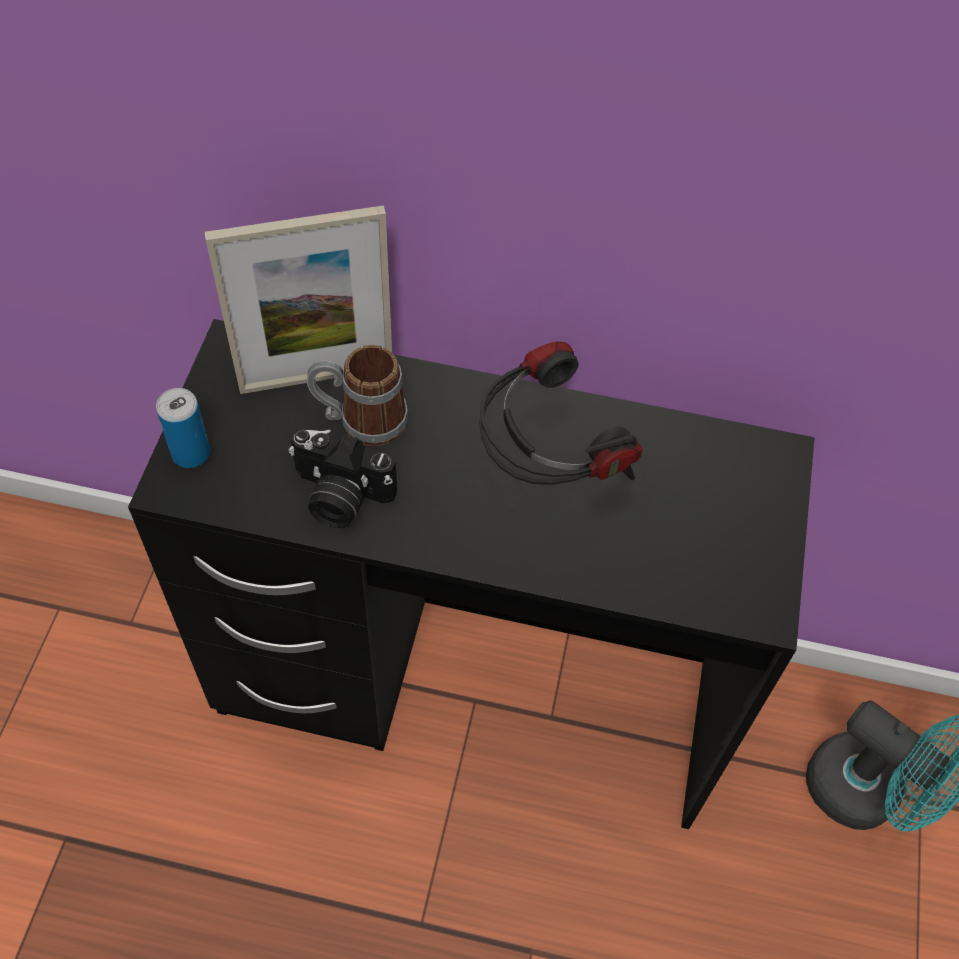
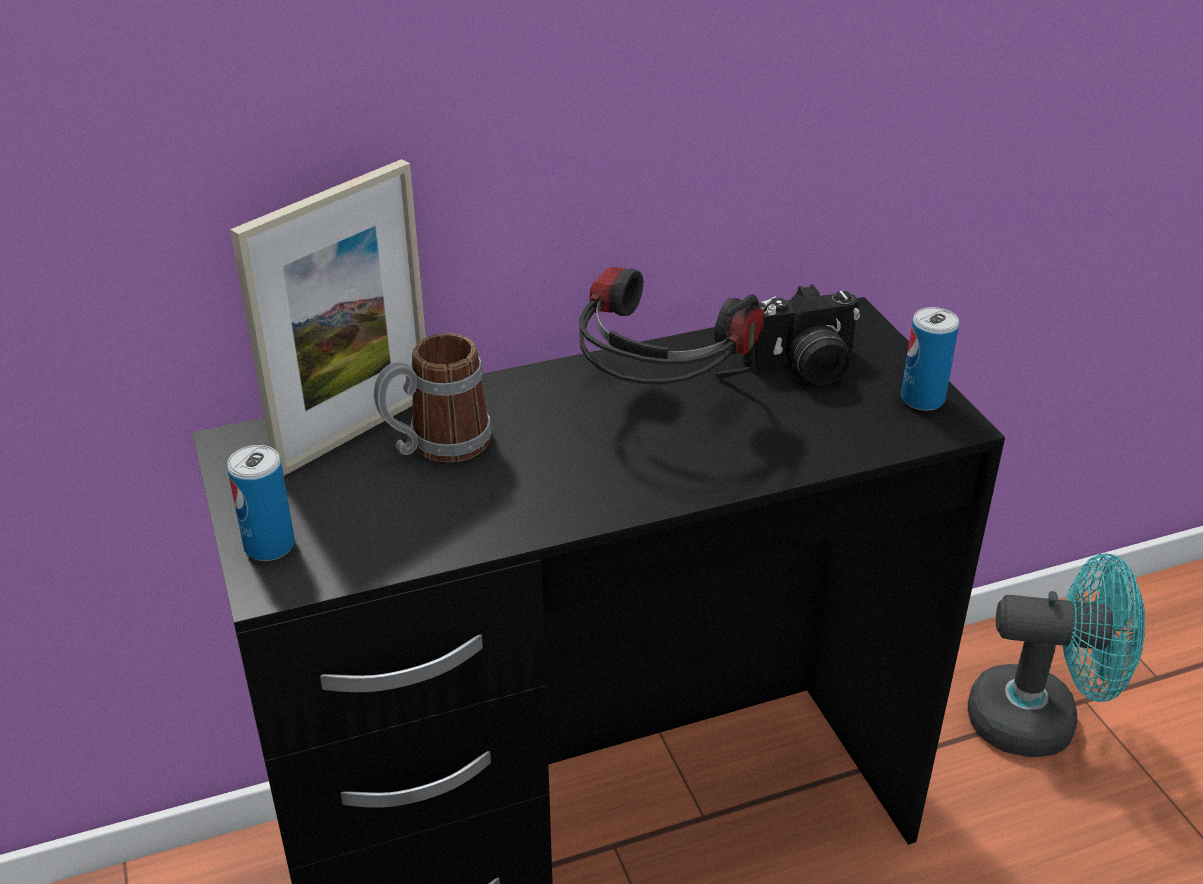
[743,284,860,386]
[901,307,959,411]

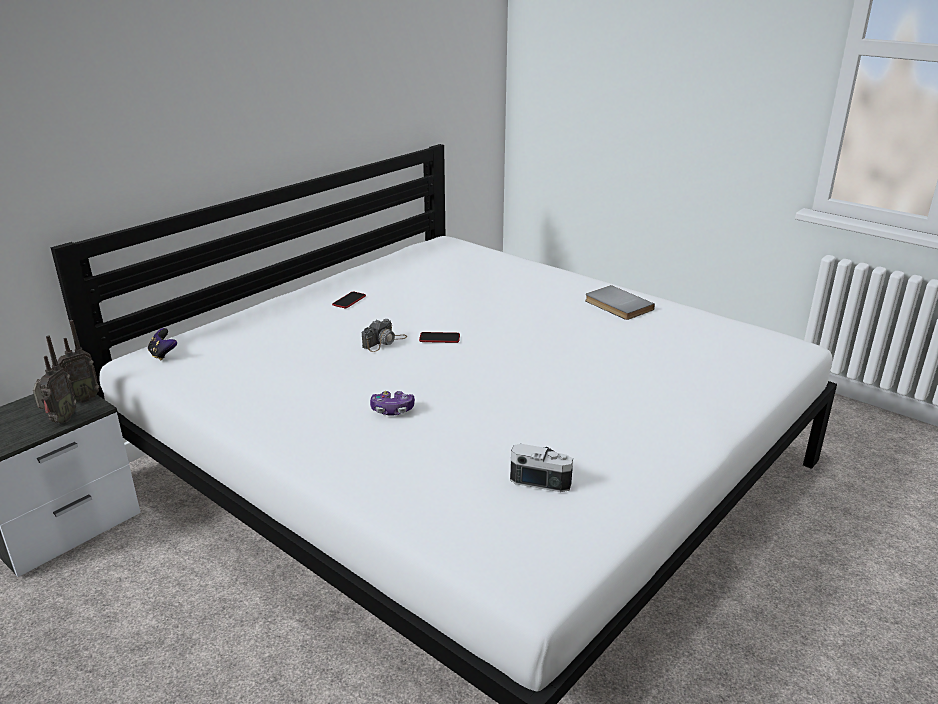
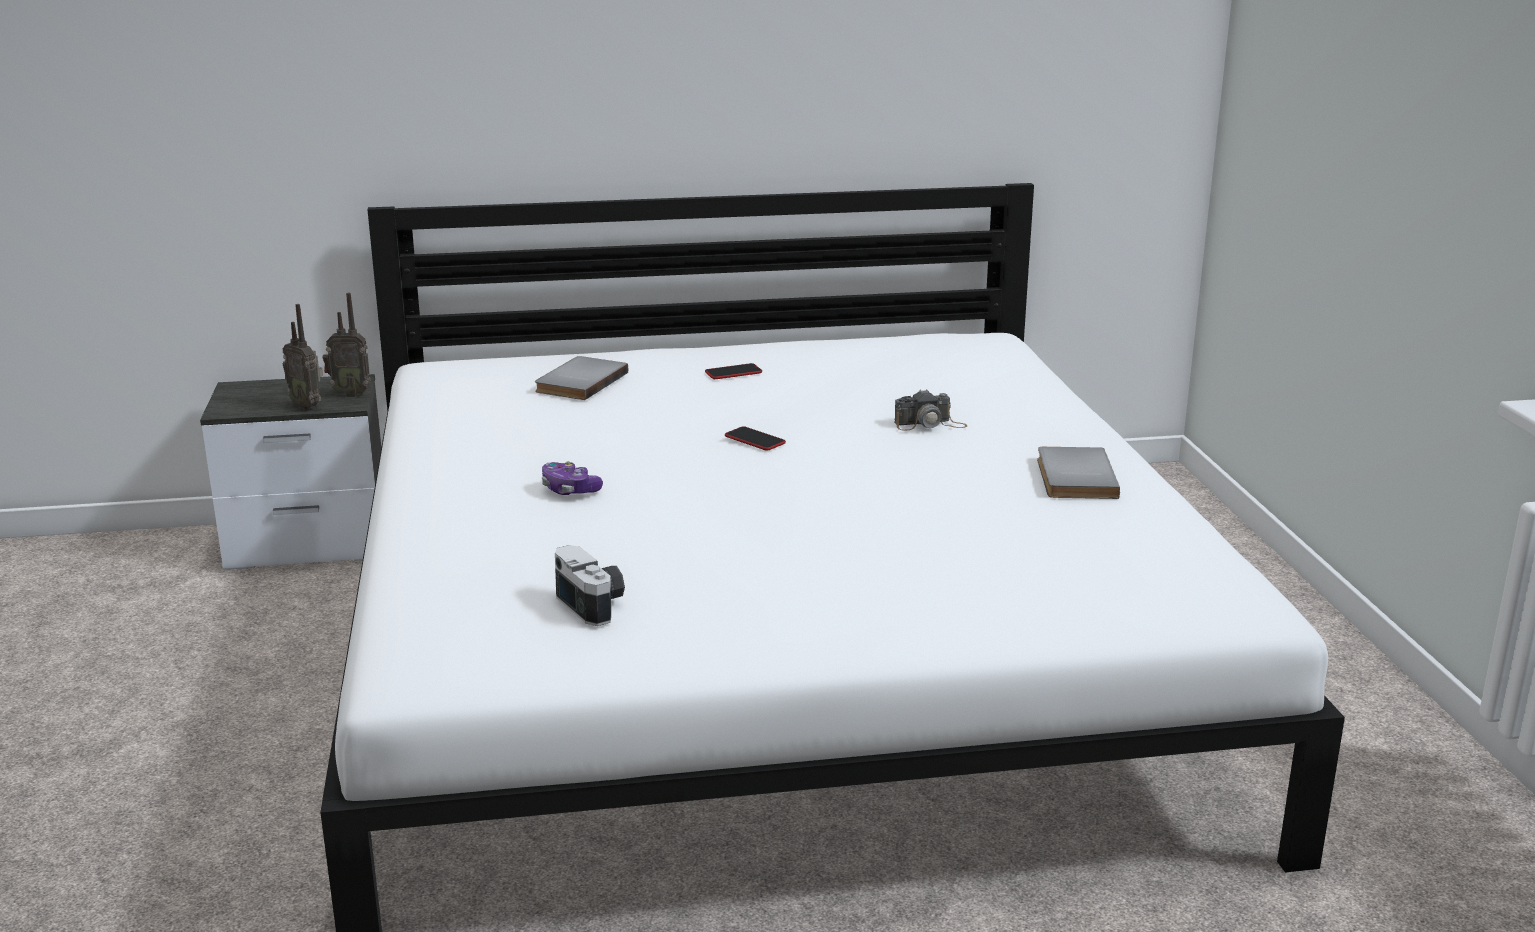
[283,304,323,410]
[535,356,629,400]
[894,389,967,431]
[148,328,177,360] (first image)

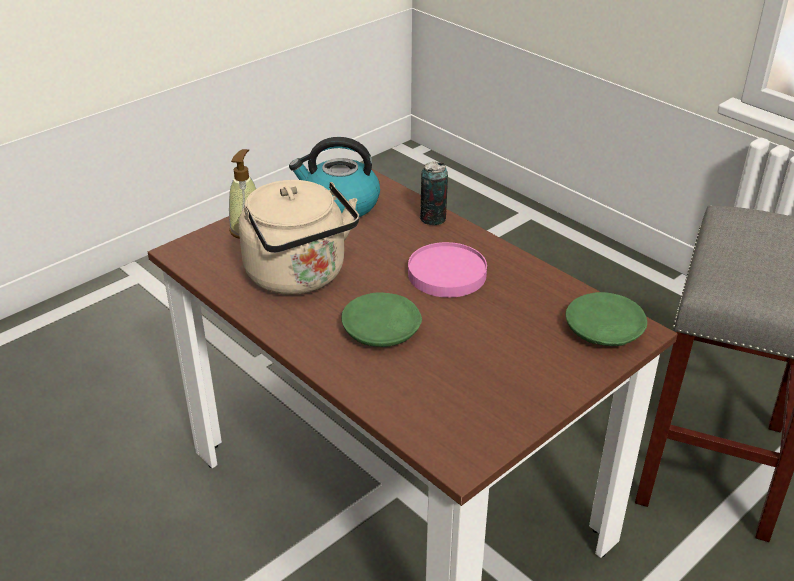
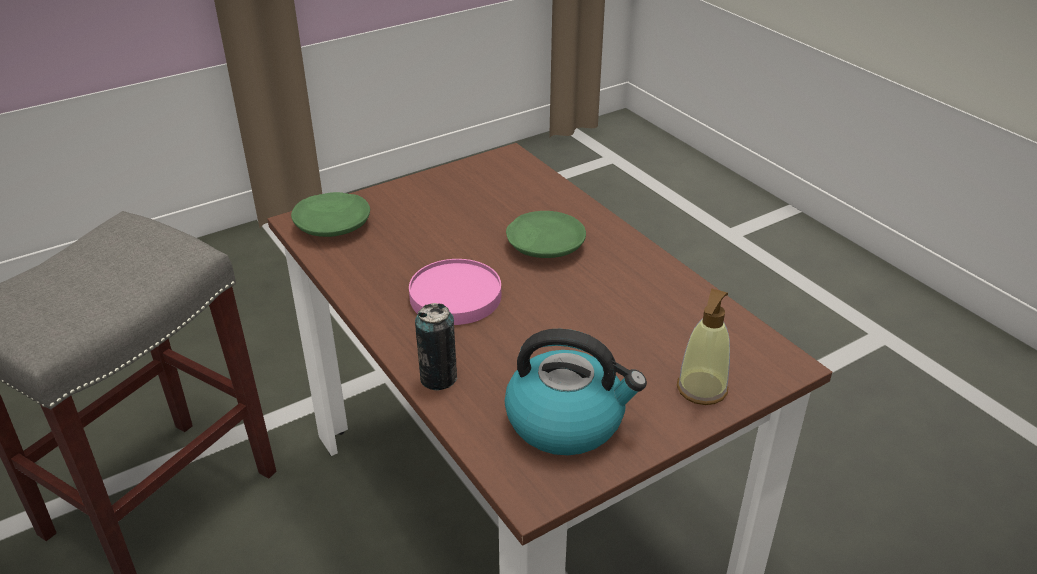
[239,180,359,295] (first image)

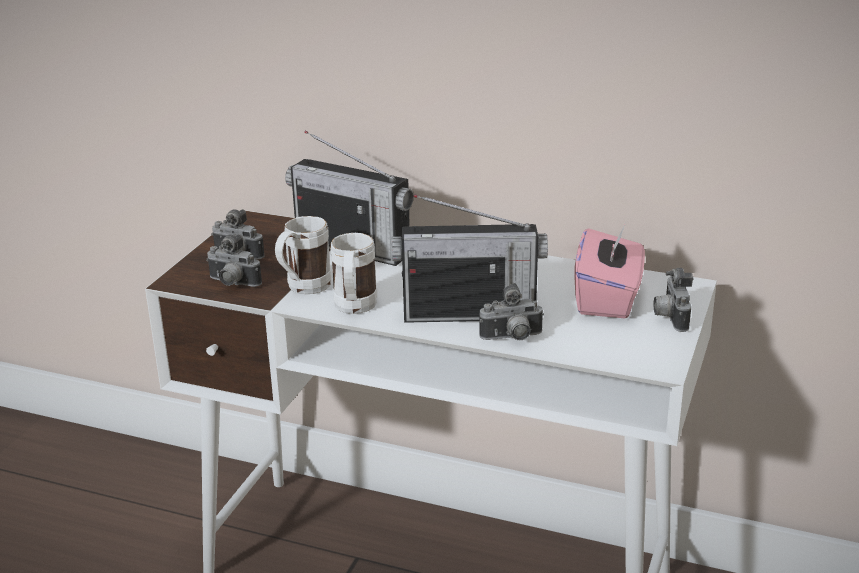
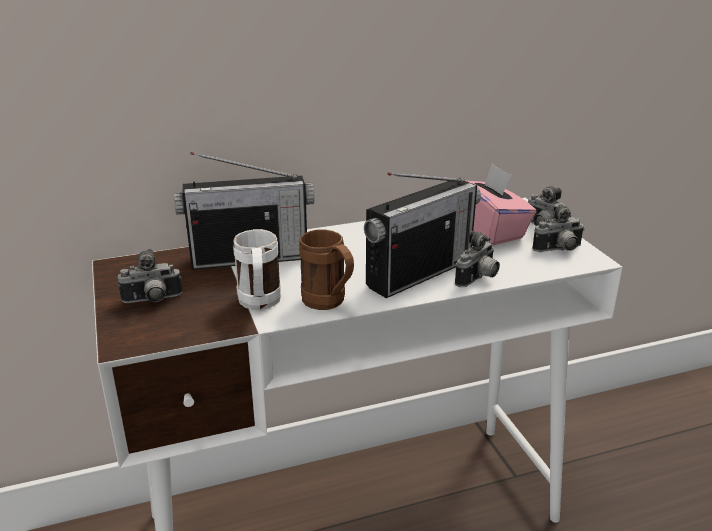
[299,229,354,310]
[532,204,584,252]

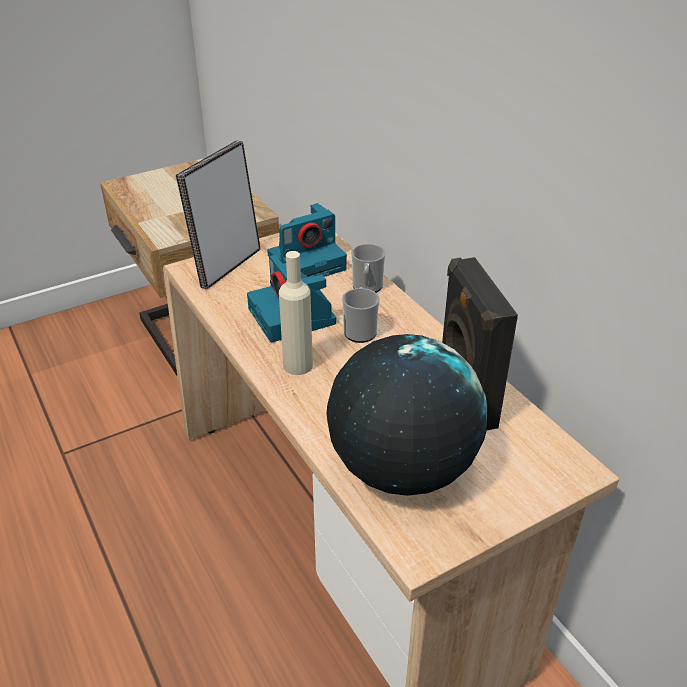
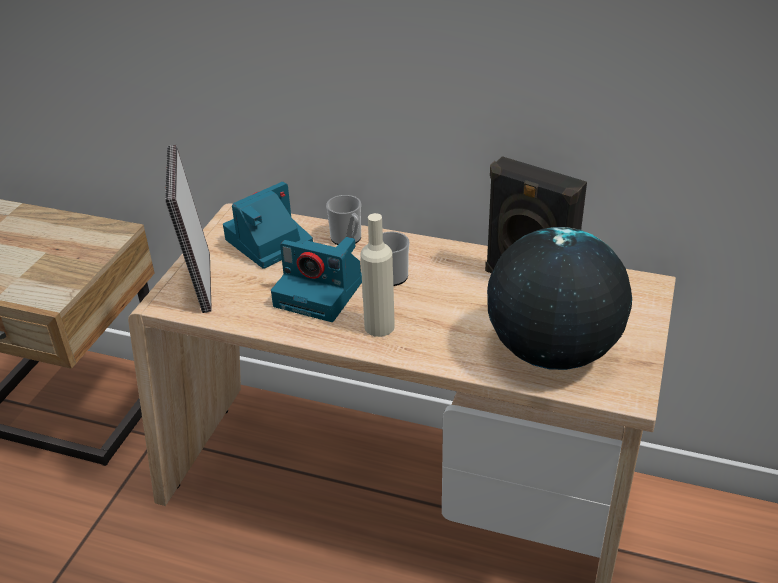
[223,182,313,269]

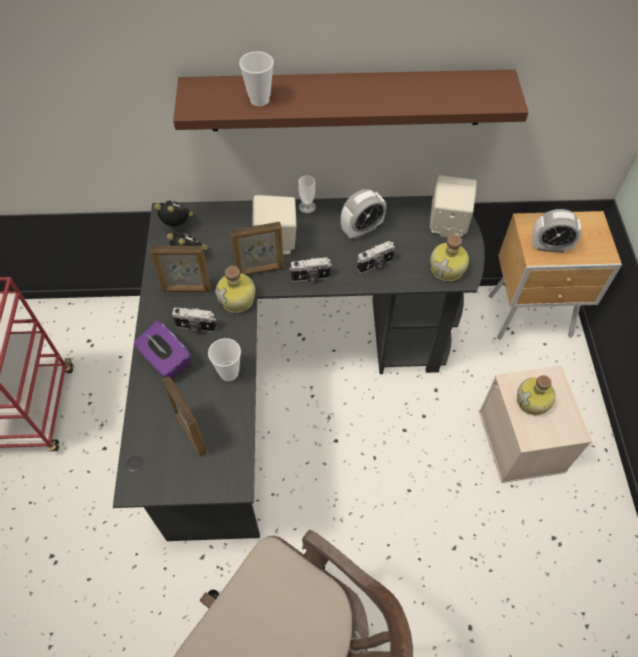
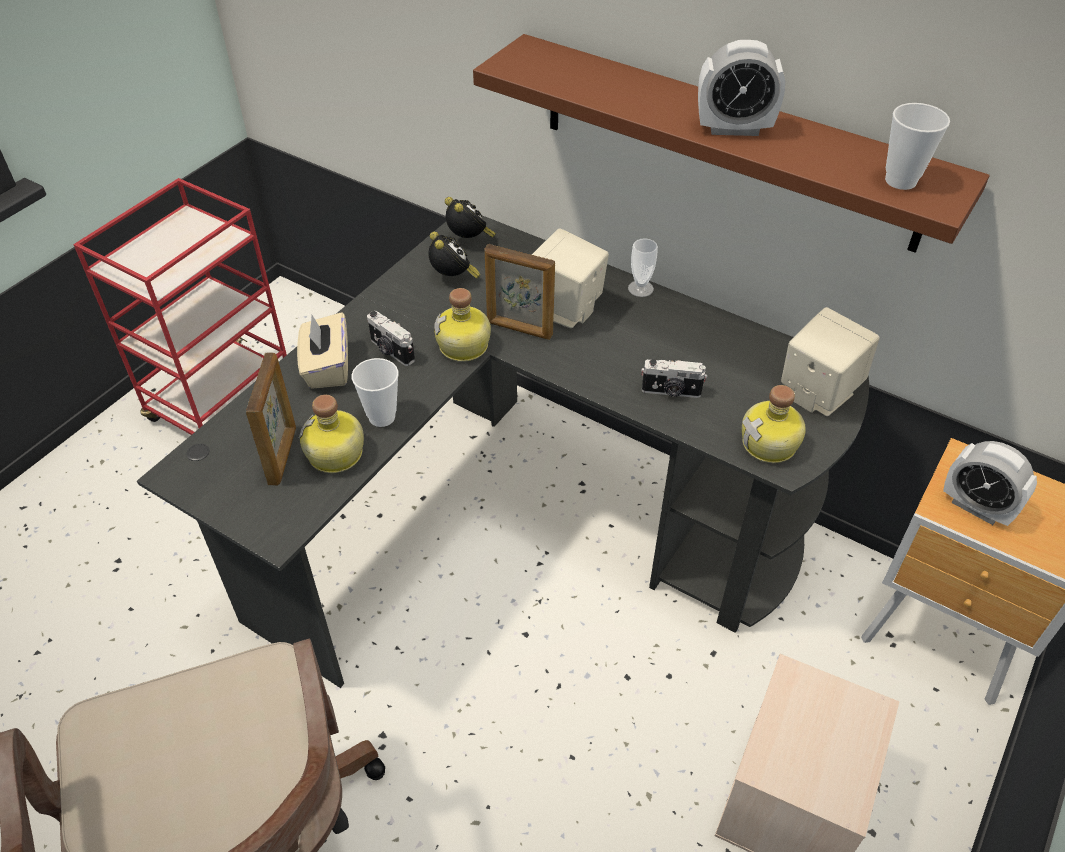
[297,312,348,389]
[299,395,364,473]
[698,40,785,136]
[885,103,950,190]
[150,245,211,292] (first image)
[289,257,332,282] (first image)

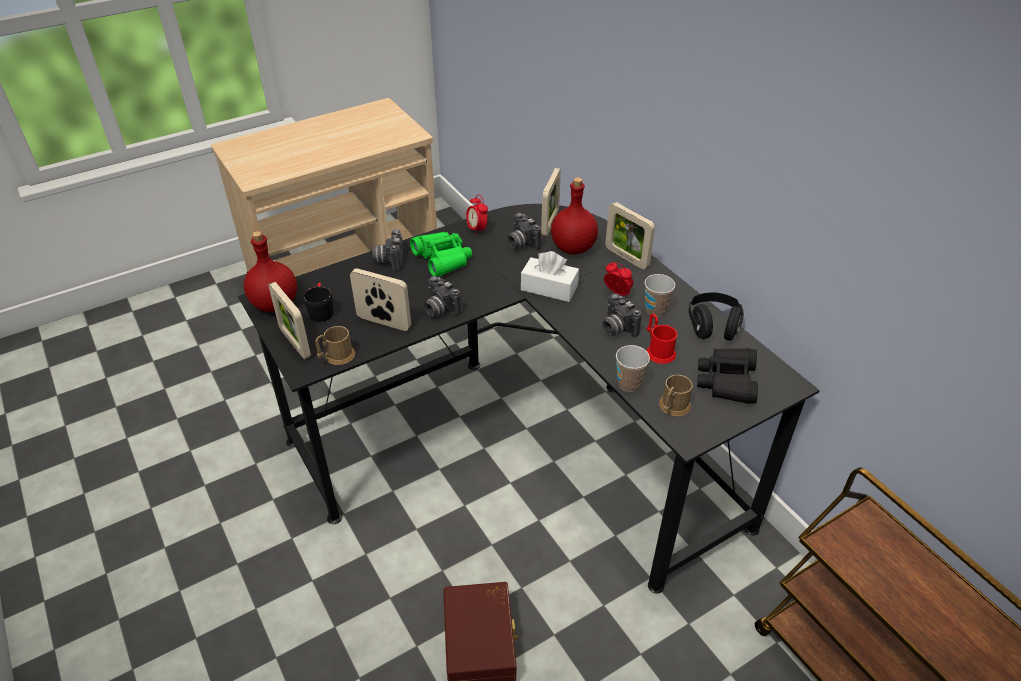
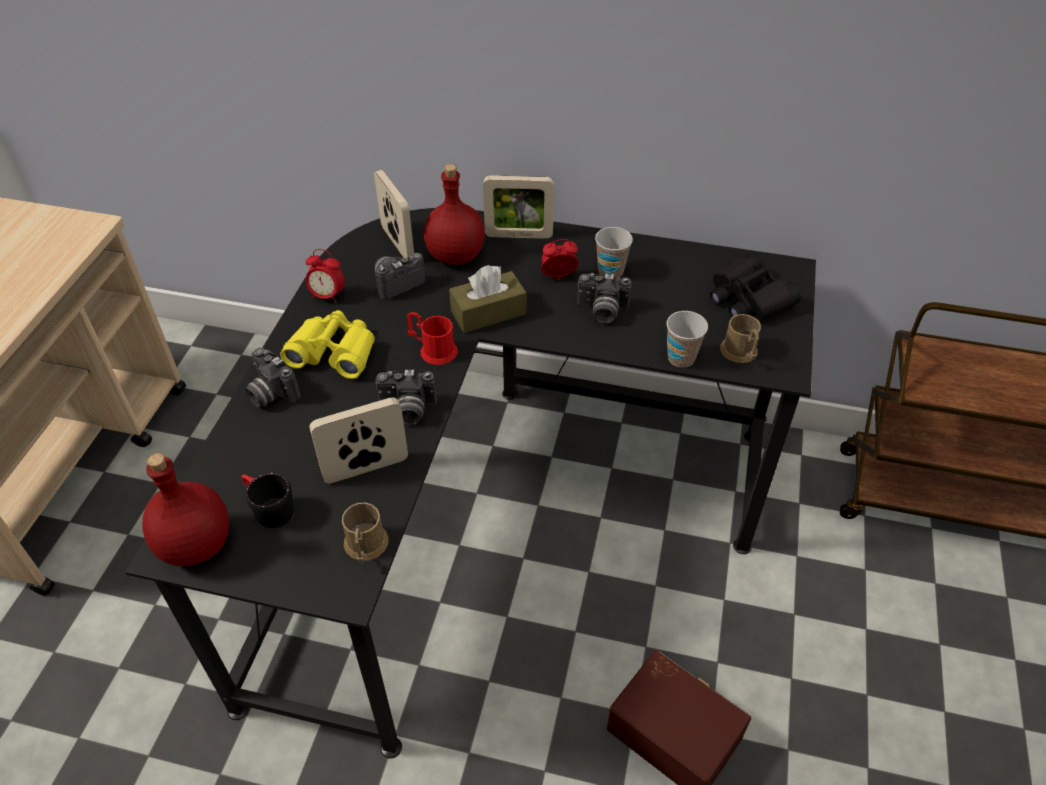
[281,310,375,379]
[374,253,425,300]
[407,312,458,365]
[449,265,526,333]
[268,282,311,360] (first image)
[689,293,744,341] (first image)

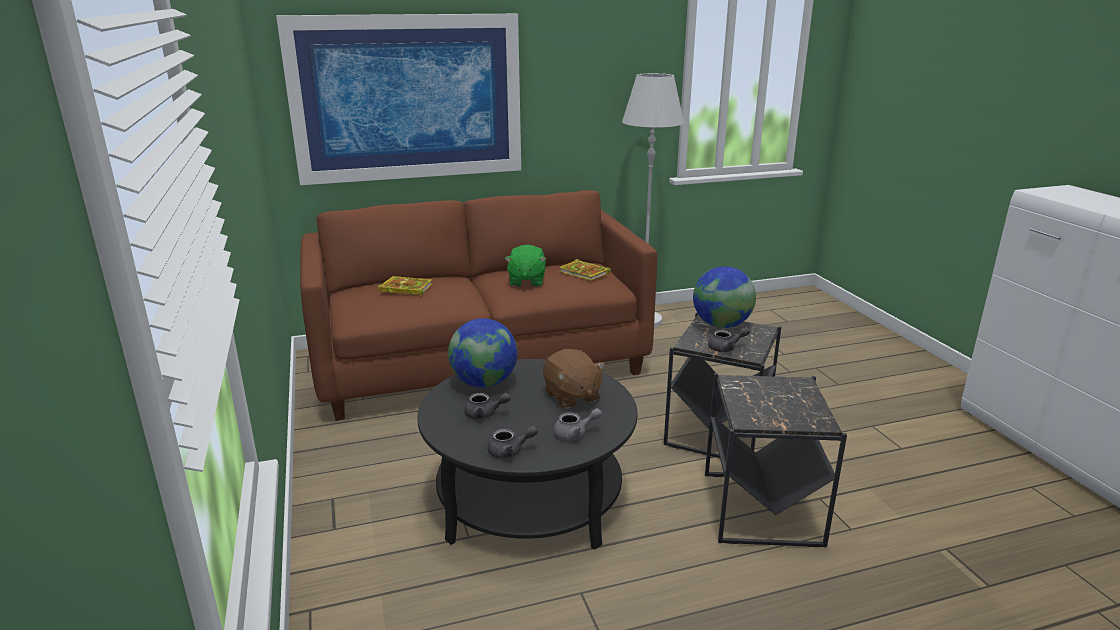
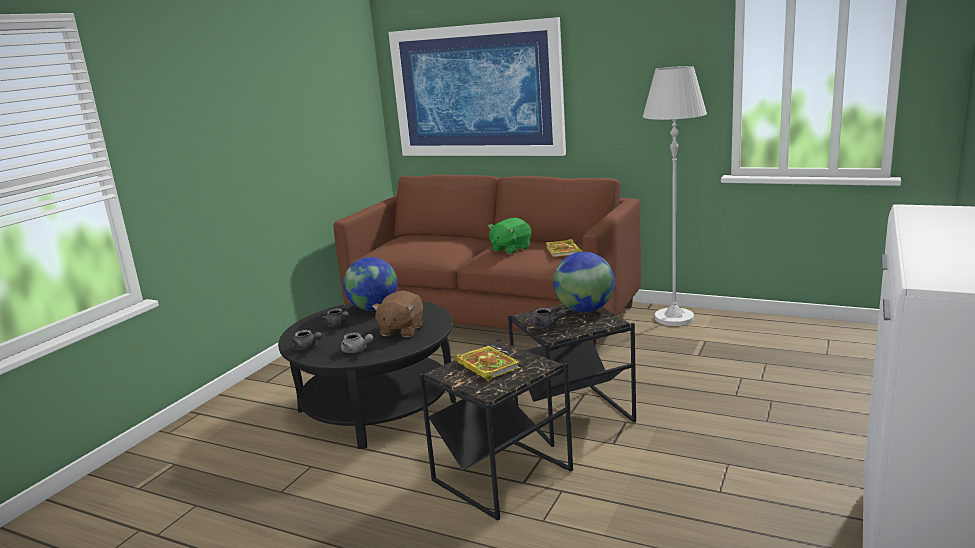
[454,345,520,381]

